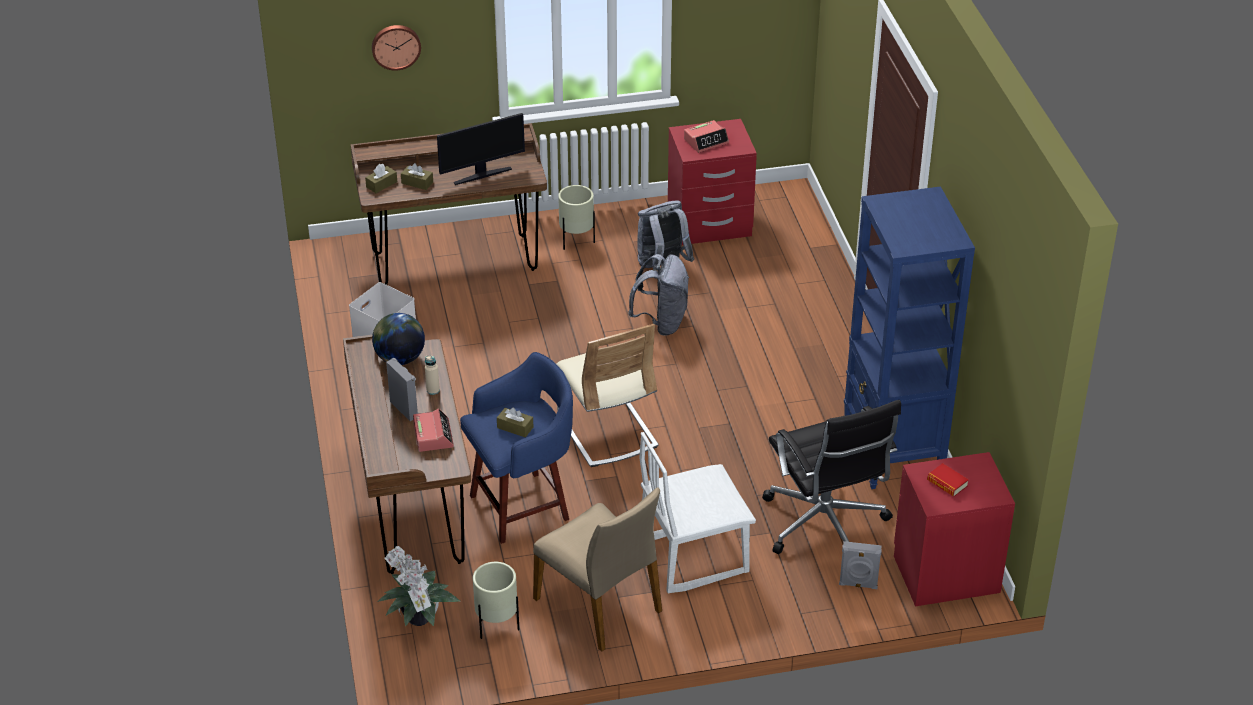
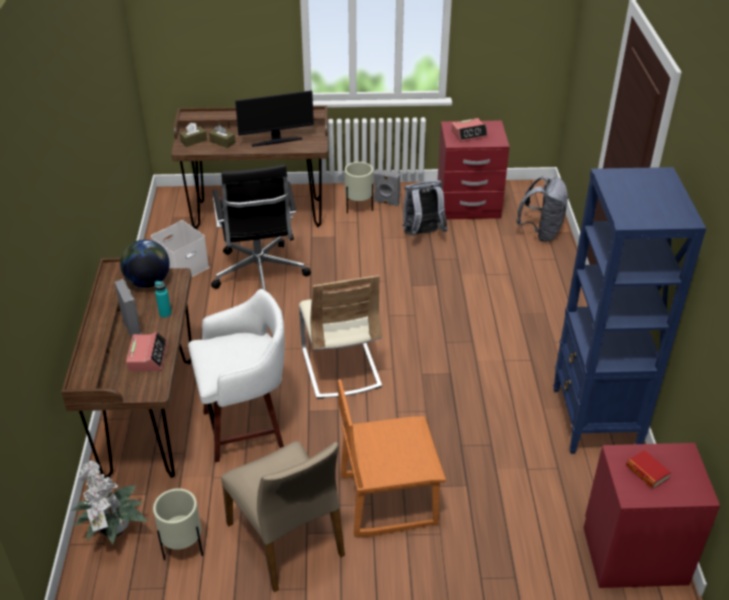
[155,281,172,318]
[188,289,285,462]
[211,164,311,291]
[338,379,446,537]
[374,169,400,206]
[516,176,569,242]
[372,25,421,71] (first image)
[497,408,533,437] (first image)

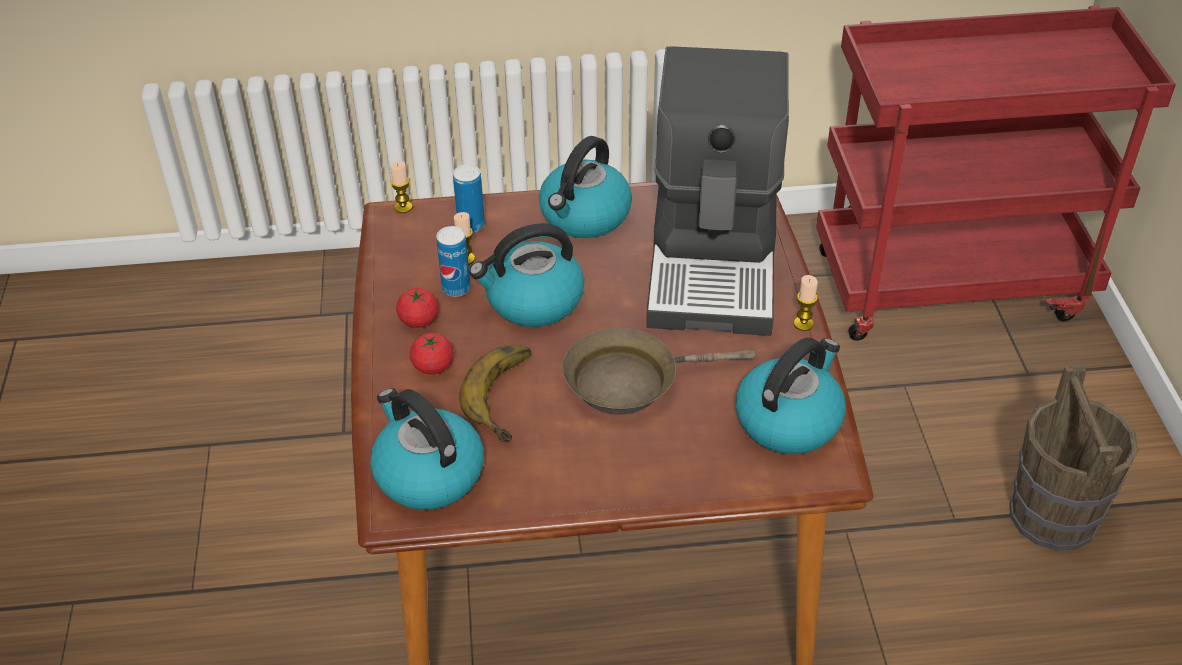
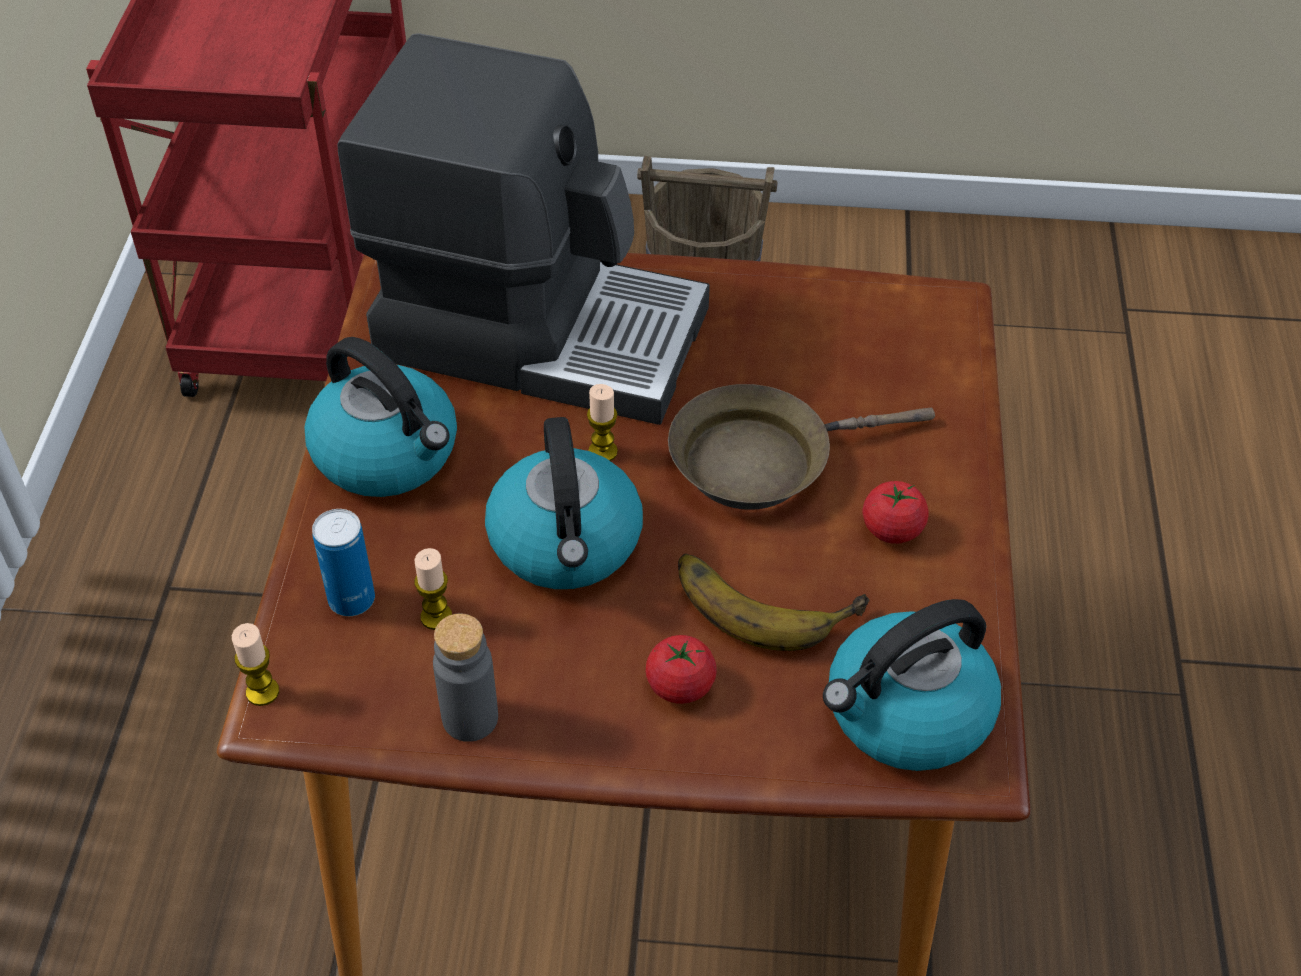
[433,614,498,742]
[587,384,618,461]
[668,384,935,510]
[863,481,929,544]
[436,226,471,297] (first image)
[736,337,846,454] (first image)

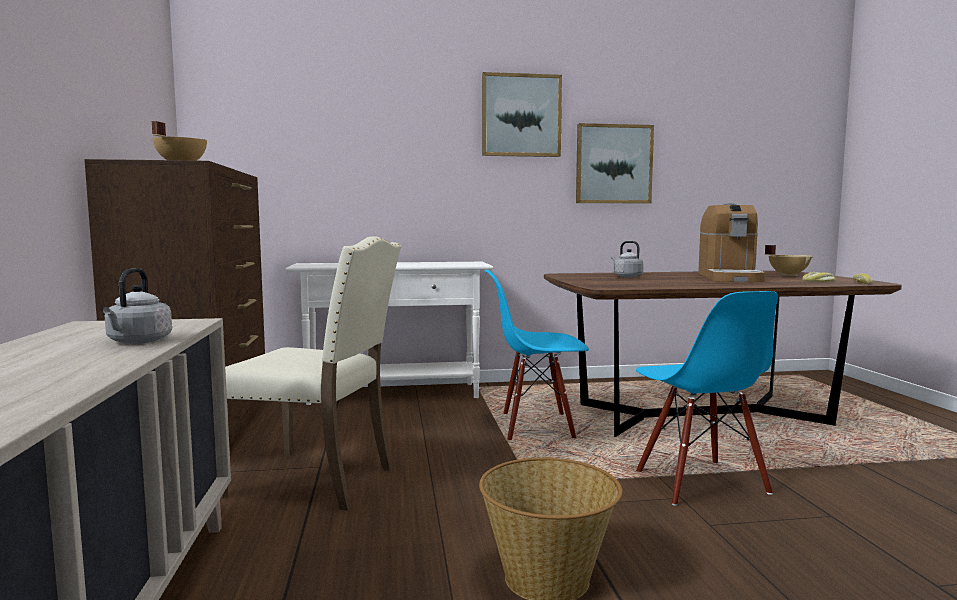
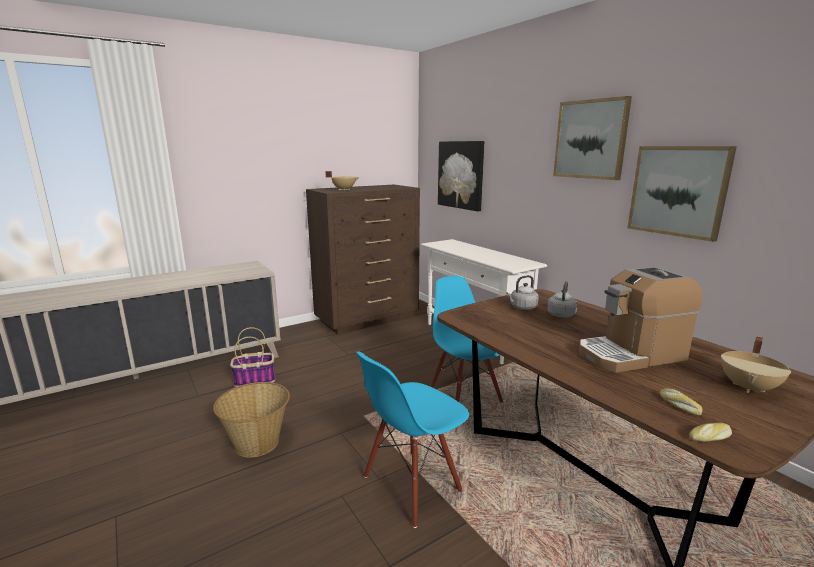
[230,327,275,387]
[438,141,484,211]
[506,275,539,310]
[221,236,402,511] (first image)

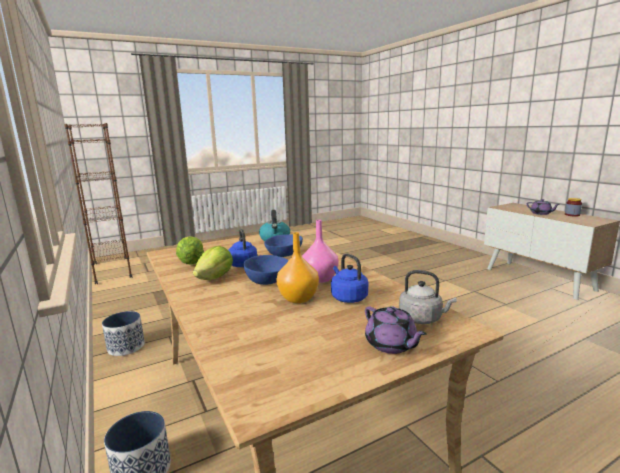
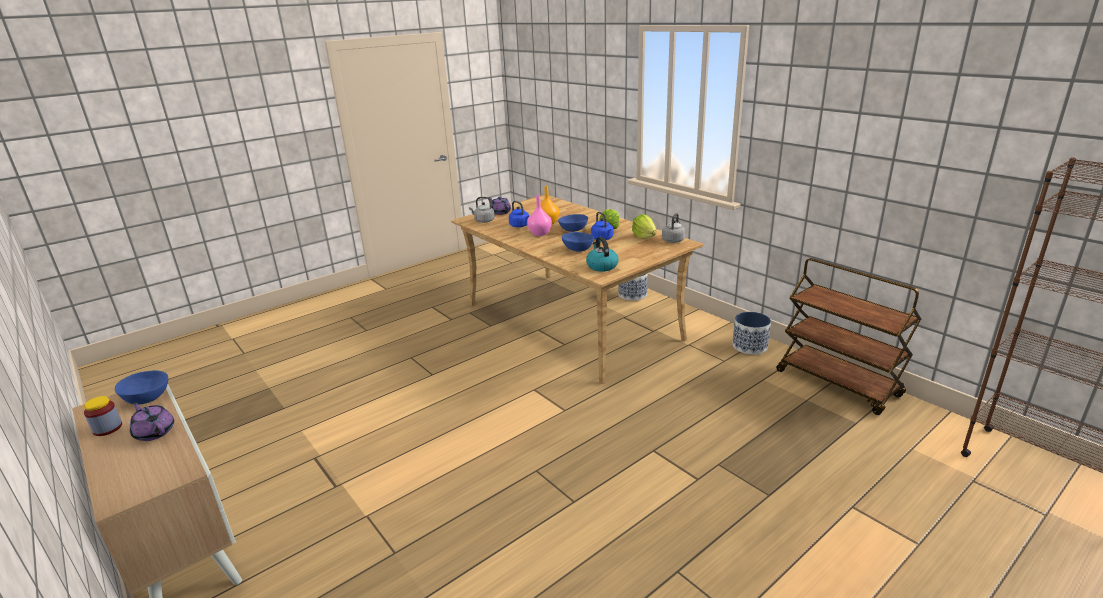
[115,370,168,405]
[662,213,685,243]
[776,258,921,415]

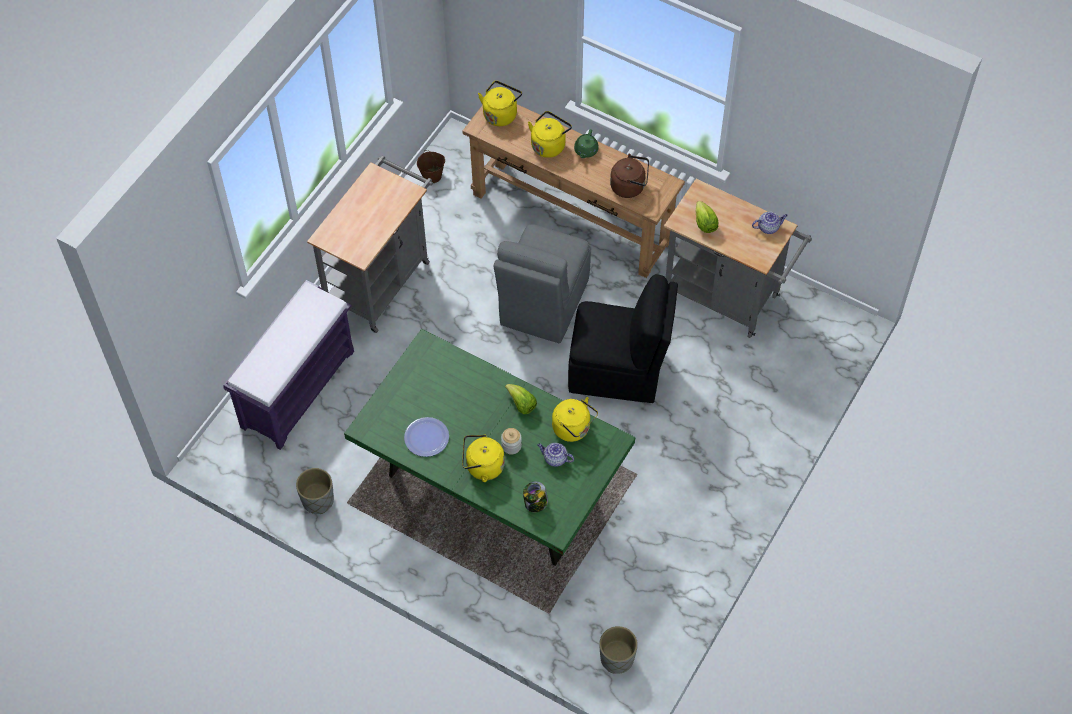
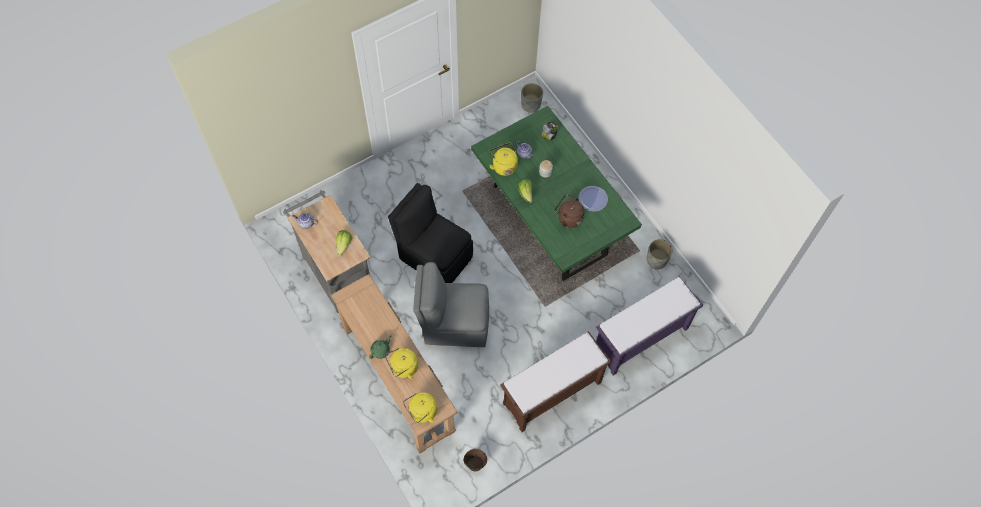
[413,262,489,347]
[500,331,611,432]
[555,194,584,228]
[462,434,505,482] (first image)

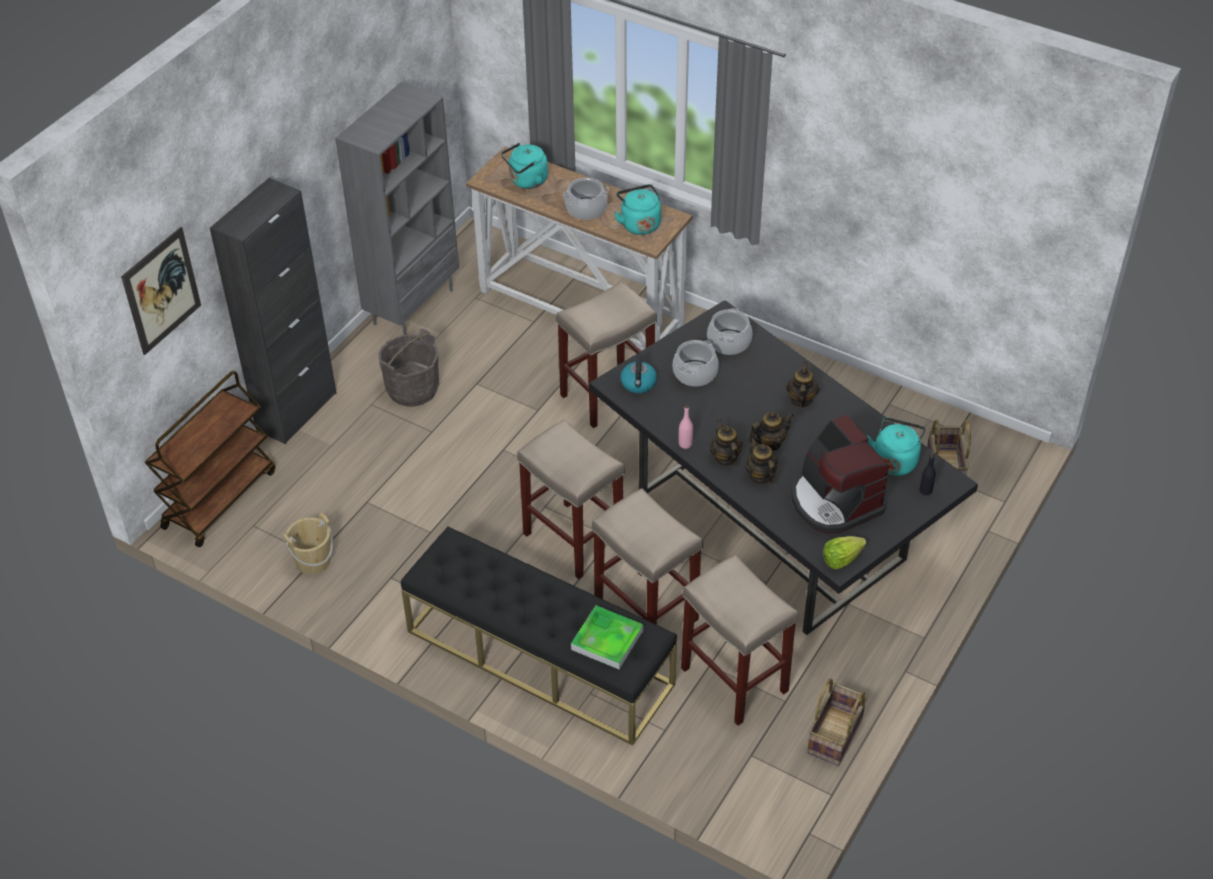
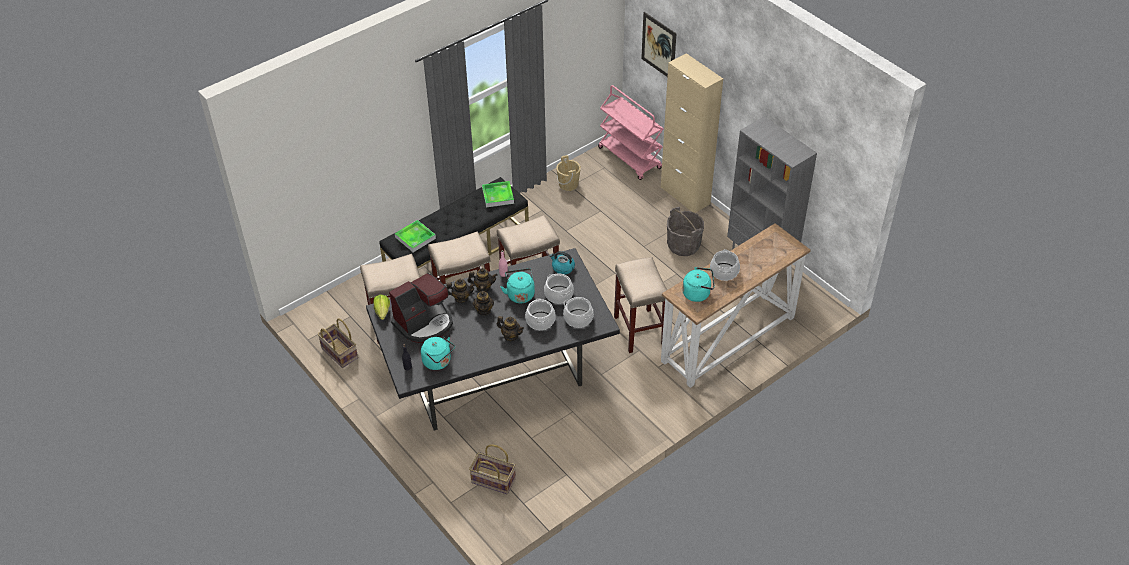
[389,273,453,343]
[482,181,514,207]
[501,268,535,303]
[525,298,556,330]
[598,85,663,180]
[661,53,723,213]

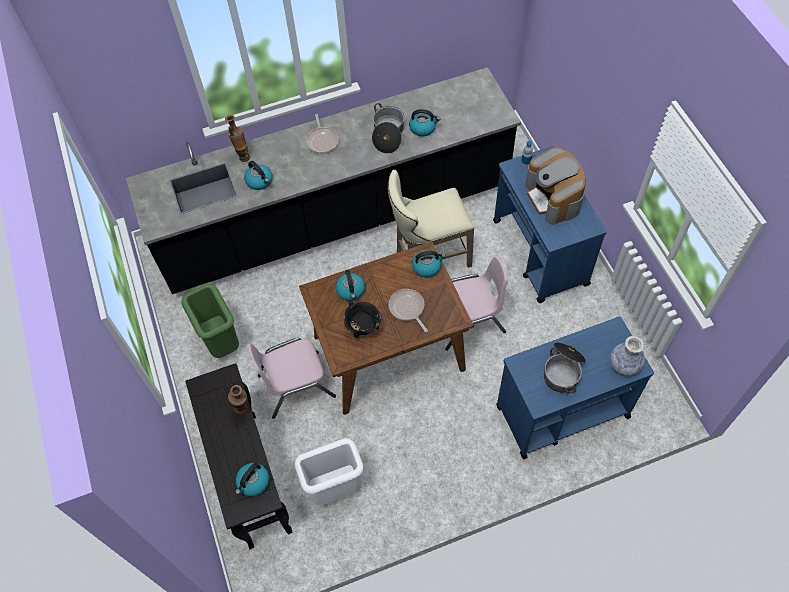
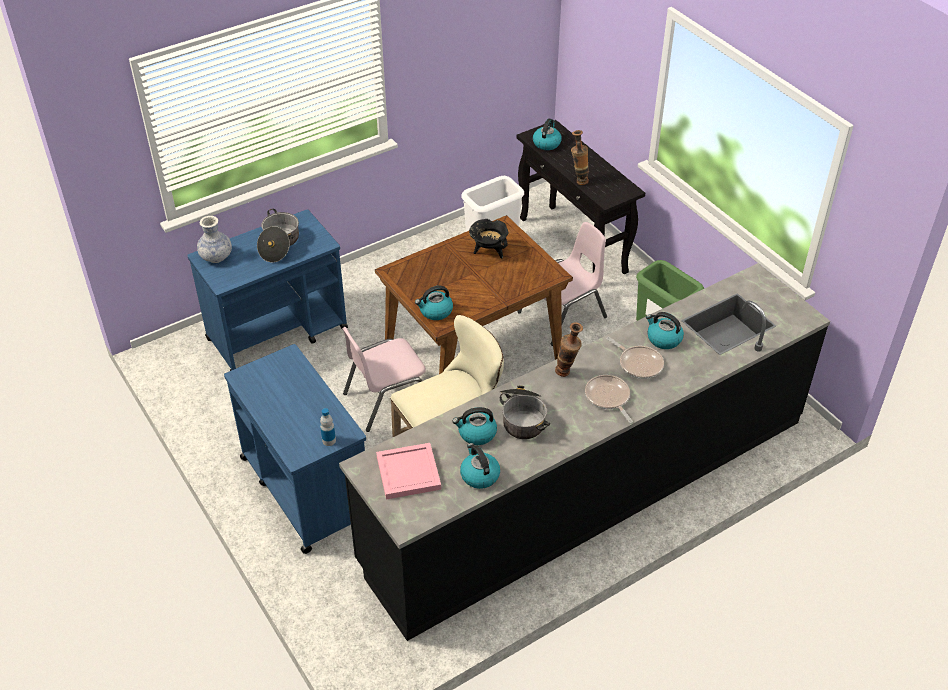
[376,443,441,499]
[460,443,500,489]
[555,322,583,377]
[607,337,664,379]
[525,147,586,225] (first image)

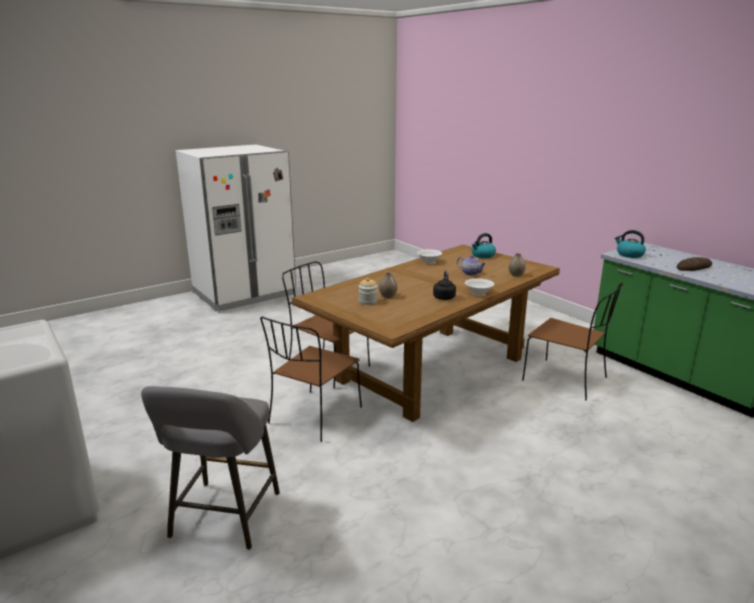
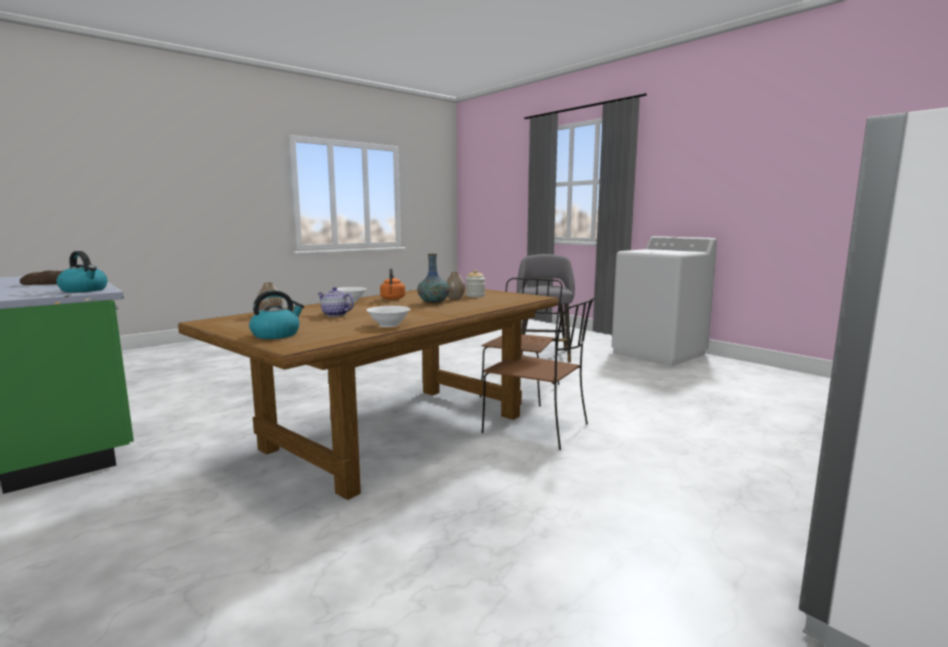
[380,268,405,300]
[417,254,450,304]
[522,283,623,400] (first image)

